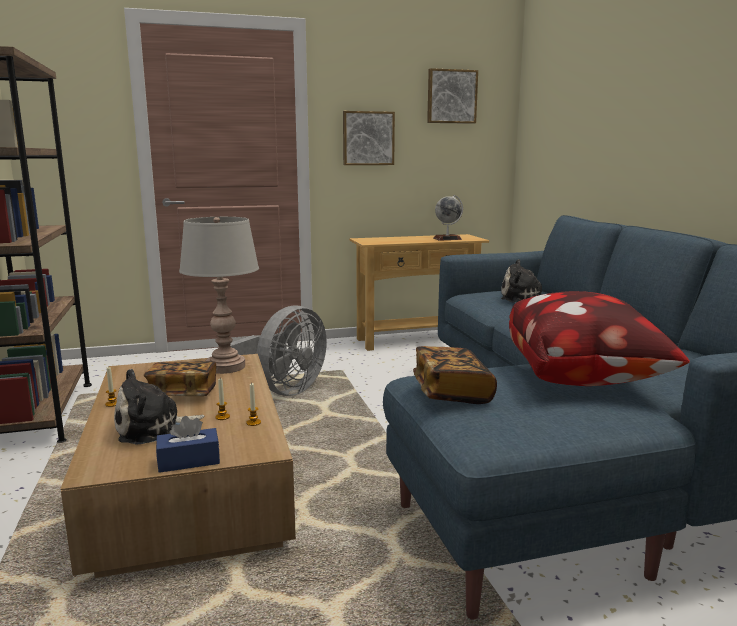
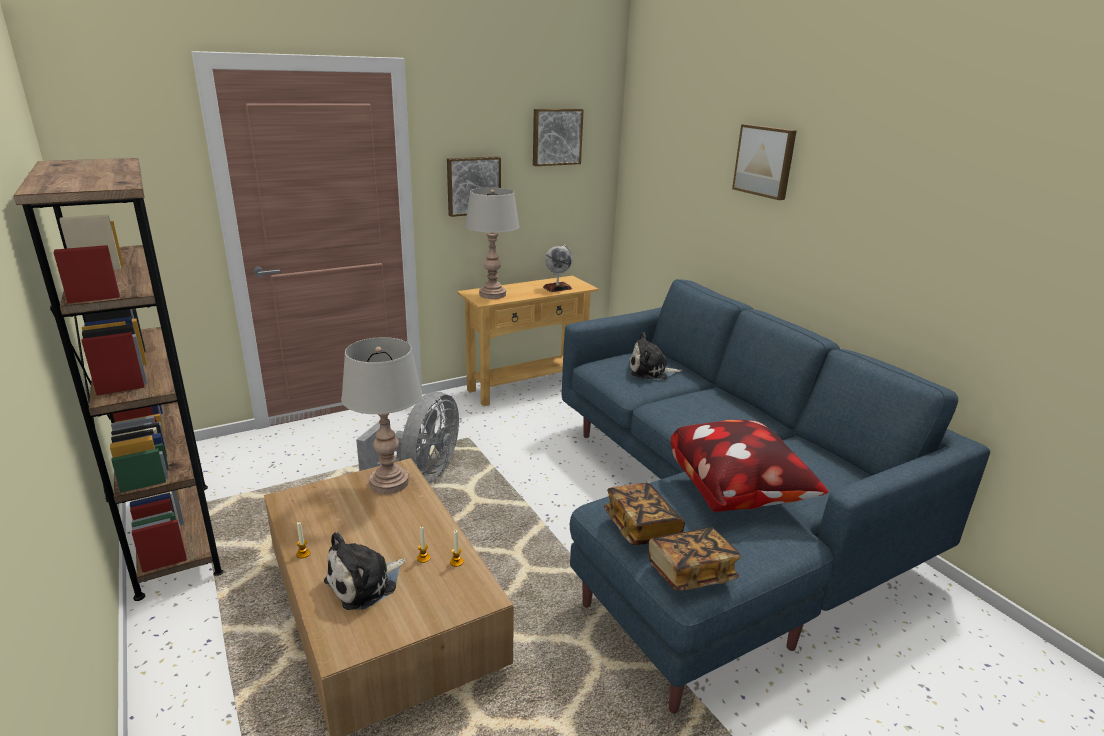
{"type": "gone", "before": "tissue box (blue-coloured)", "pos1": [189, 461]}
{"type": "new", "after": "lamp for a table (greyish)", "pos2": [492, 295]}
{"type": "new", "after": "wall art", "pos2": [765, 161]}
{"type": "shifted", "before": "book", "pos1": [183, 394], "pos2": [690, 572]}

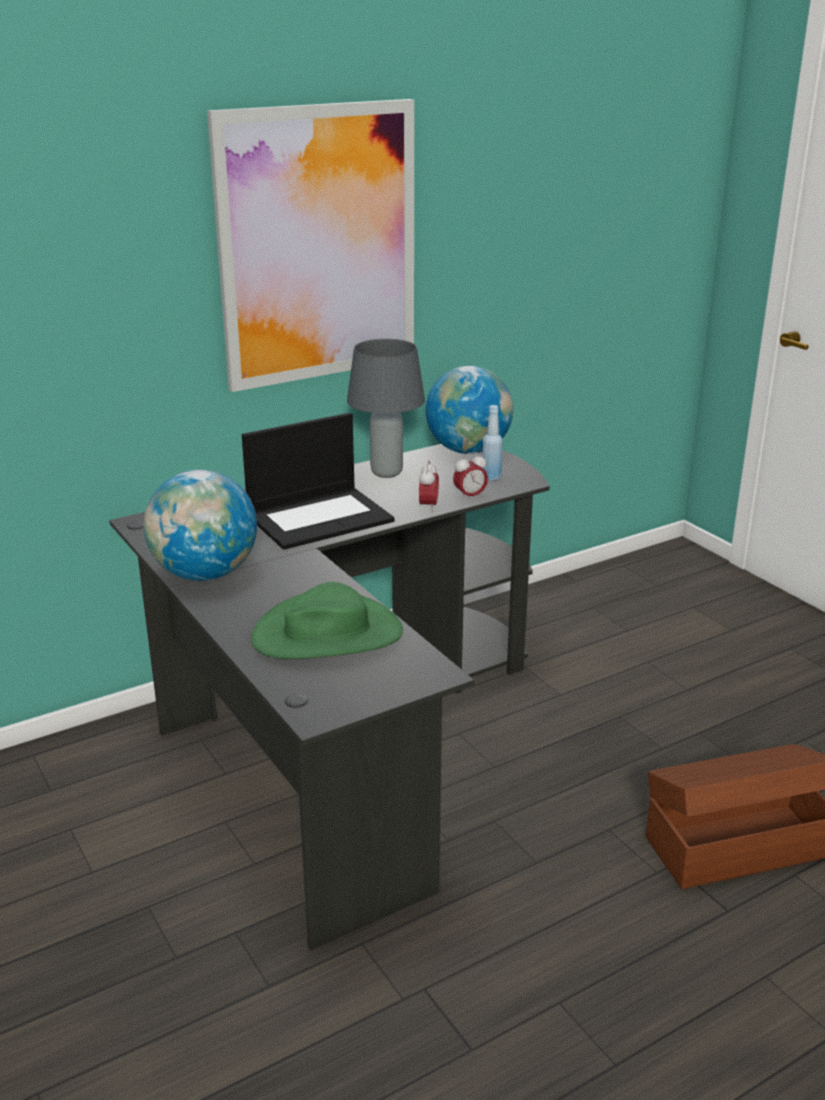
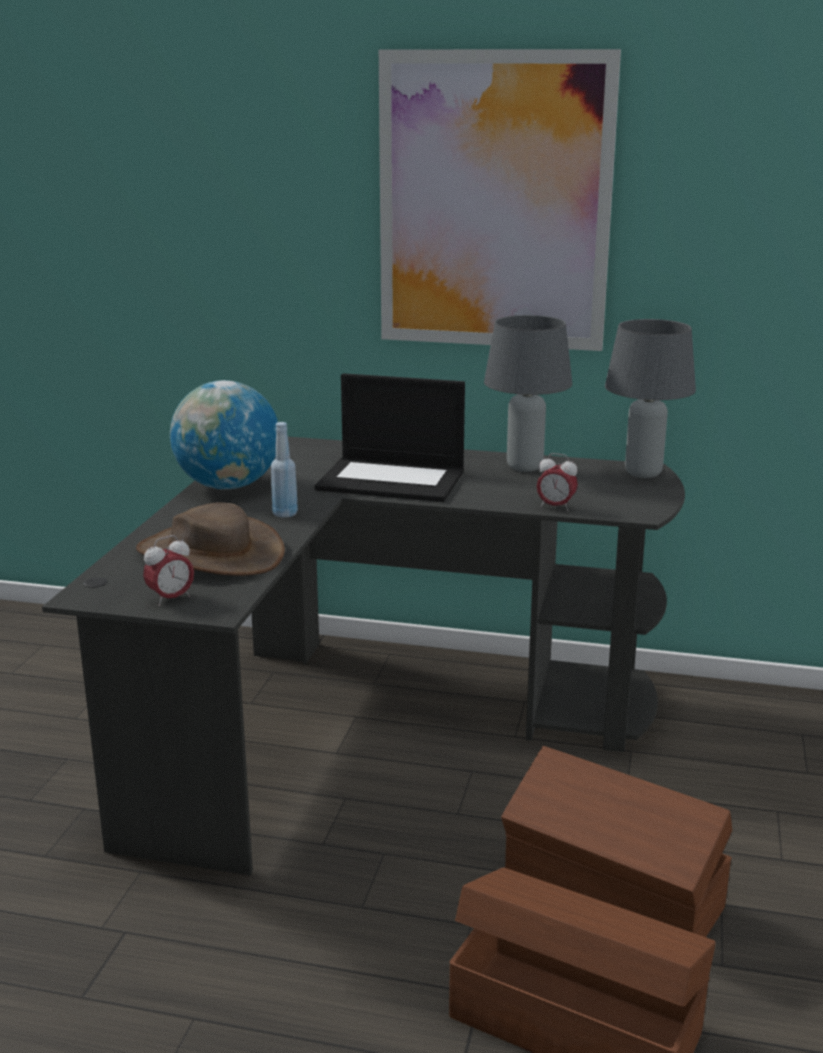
{"type": "new", "after": "storage container (brownish)", "pos2": [613, 898]}
{"type": "shifted", "before": "table clock", "pos1": [428, 507], "pos2": [171, 599]}
{"type": "shifted", "before": "drink bottle (blue-coloured)", "pos1": [491, 478], "pos2": [284, 514]}
{"type": "swapped", "before": "world globe", "after": "lamp for a table (greyish)", "pos1": [468, 450], "pos2": [644, 474]}
{"type": "repainted", "before": "clothing hat (green-coloured)", "after": "clothing hat (brownish)", "pos1": [327, 634], "pos2": [211, 553]}

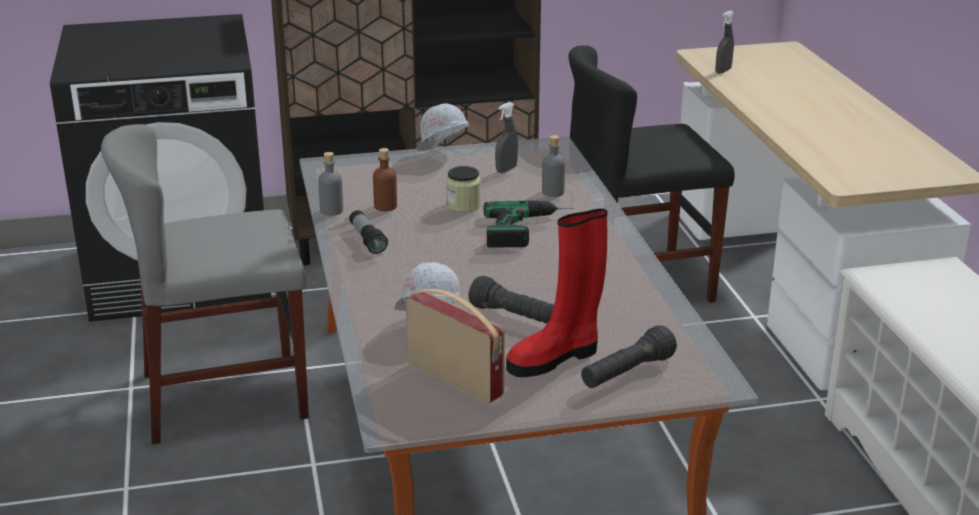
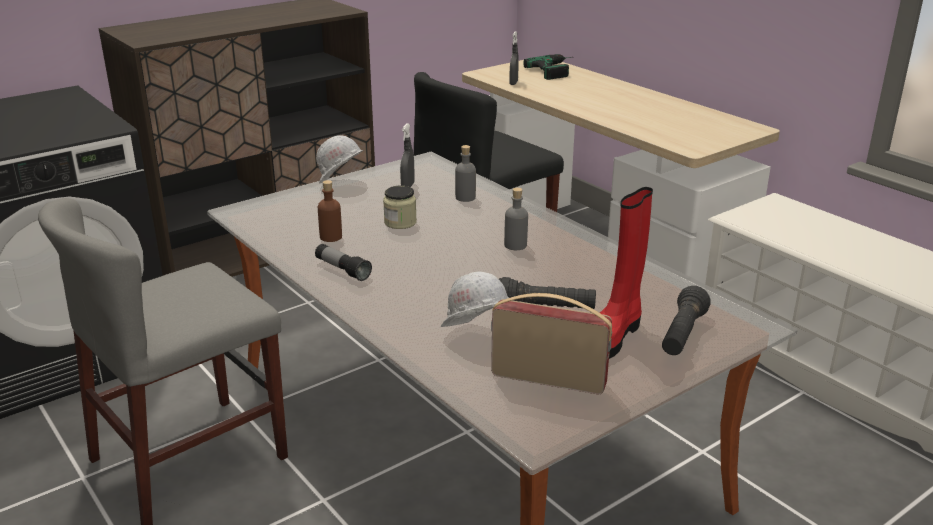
{"type": "shifted", "before": "drink bottle (greyish)", "pos1": [331, 210], "pos2": [515, 245]}
{"type": "shifted", "before": "power drill", "pos1": [530, 229], "pos2": [558, 70]}

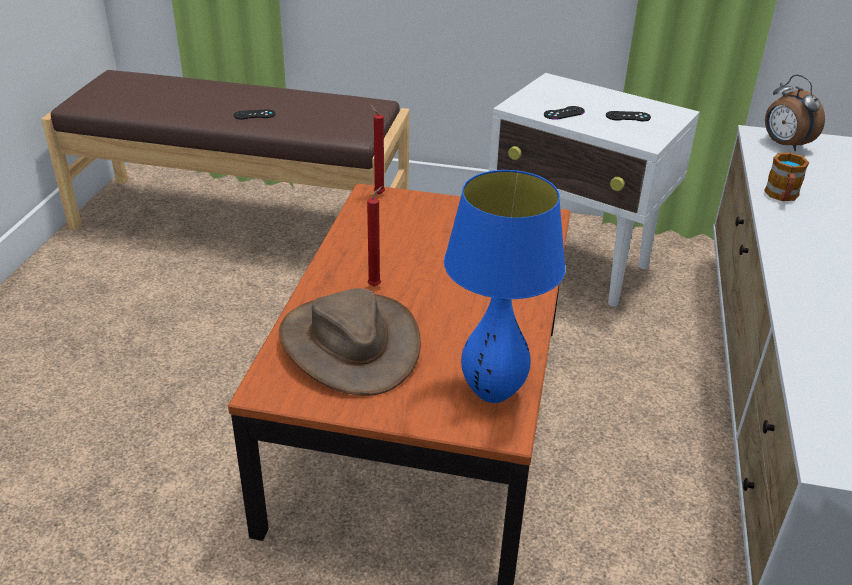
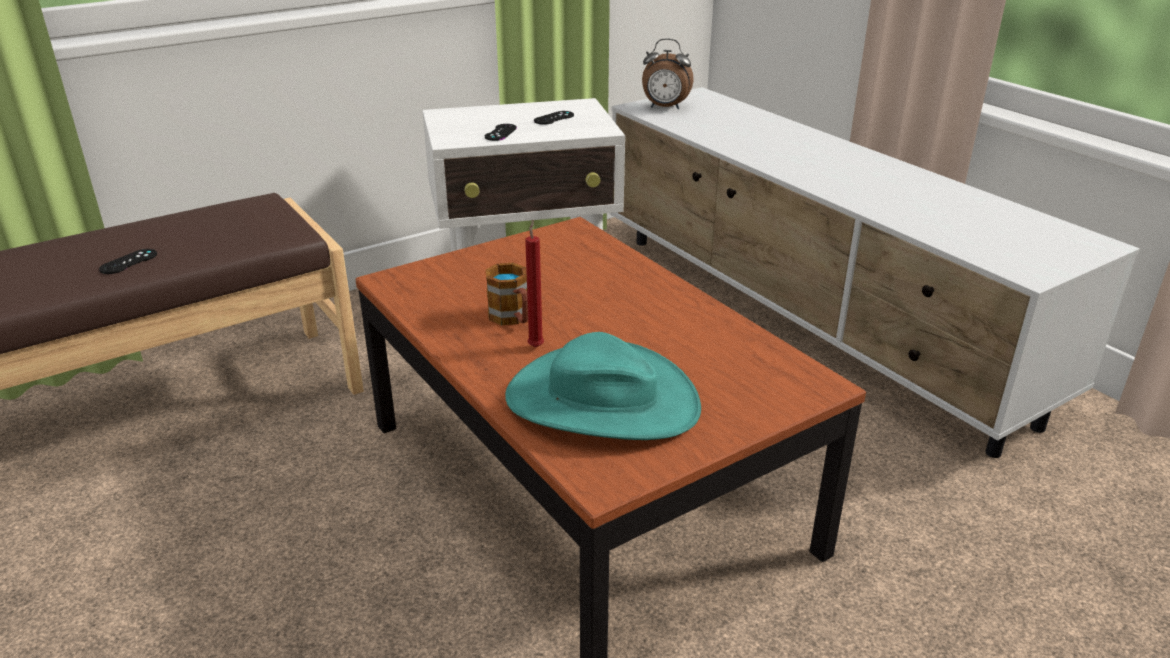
{"type": "gone", "before": "candle (red)", "pos1": [377, 193]}
{"type": "gone", "before": "lamp for a table (blue-coloured)", "pos1": [492, 393]}
{"type": "shifted", "before": "mug", "pos1": [782, 196], "pos2": [512, 319]}
{"type": "repainted", "before": "clothing hat (brownish)", "after": "clothing hat (blue-green)", "pos1": [349, 344], "pos2": [601, 401]}

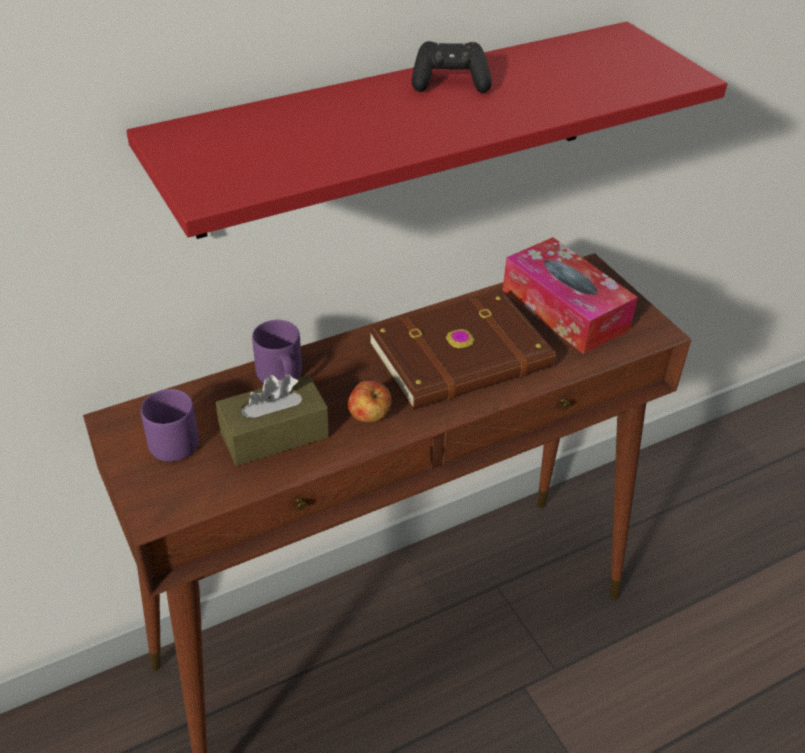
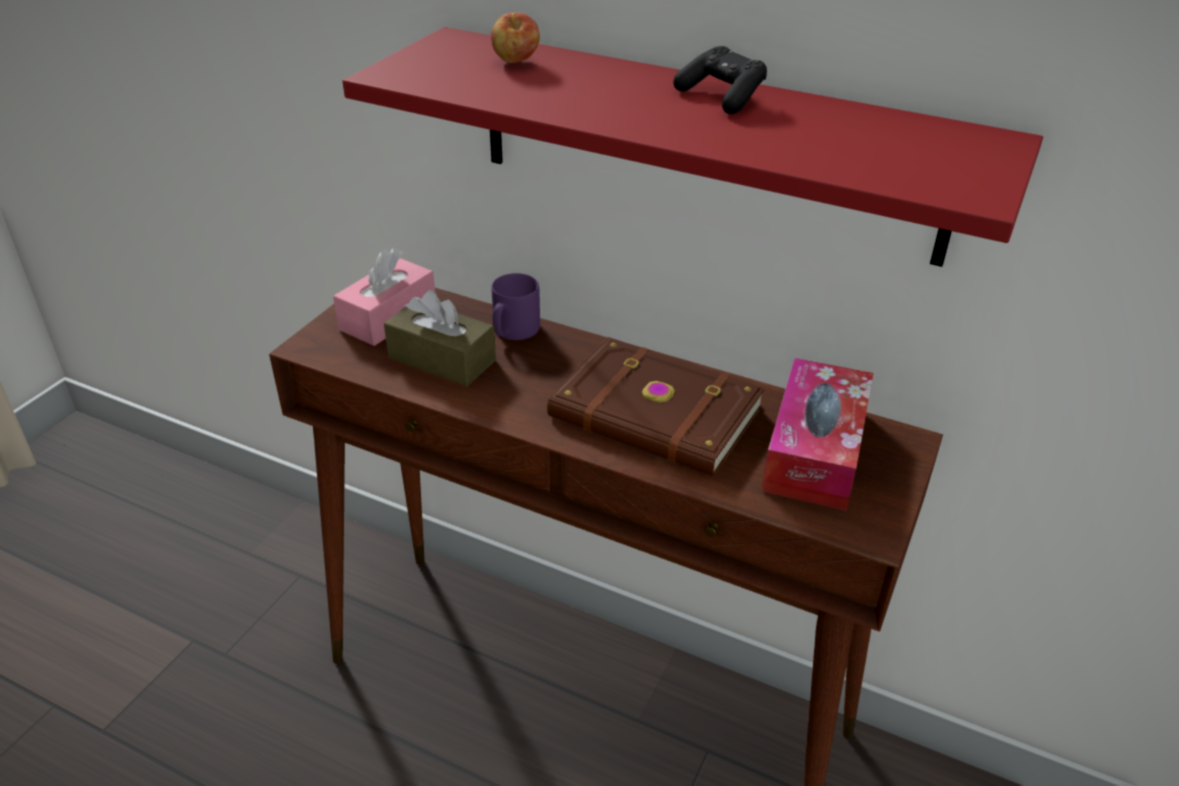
{"type": "shifted", "before": "apple", "pos1": [369, 416], "pos2": [516, 62]}
{"type": "swapped", "before": "mug (purple-coloured)", "after": "tissue box (pinkish)", "pos1": [172, 439], "pos2": [388, 317]}

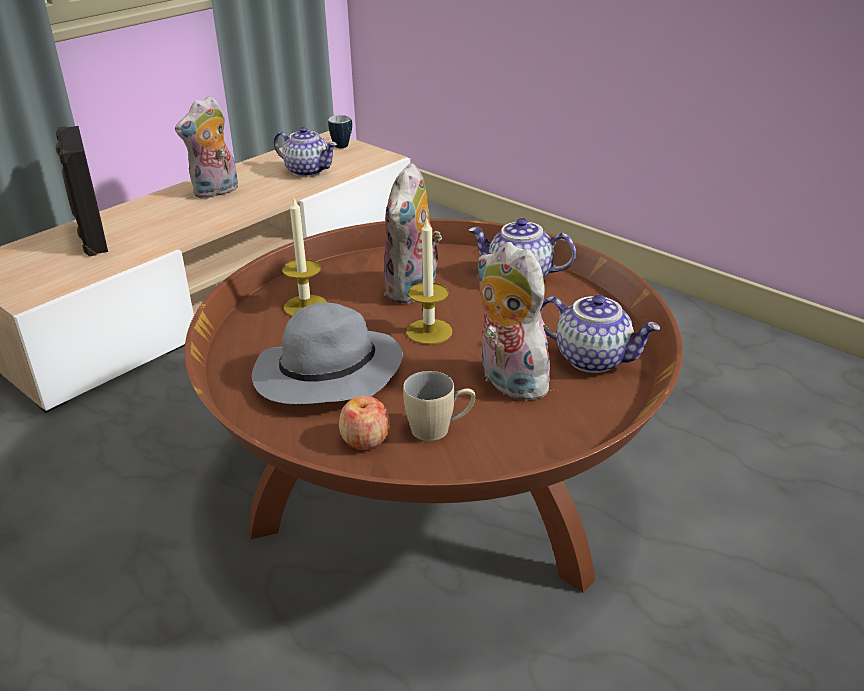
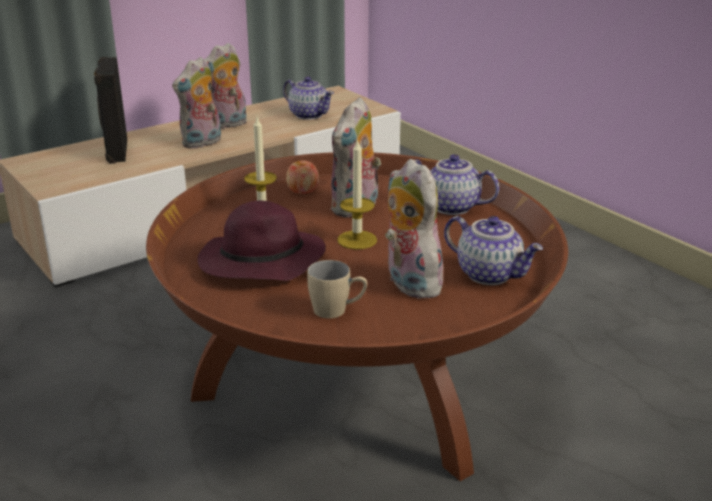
{"type": "gone", "before": "mug", "pos1": [343, 145]}
{"type": "new", "after": "cuddly toy", "pos2": [202, 143]}
{"type": "shifted", "before": "apple", "pos1": [365, 439], "pos2": [302, 190]}
{"type": "repainted", "before": "clothing hat (greyish)", "after": "clothing hat (purple-coloured)", "pos1": [326, 376], "pos2": [260, 263]}

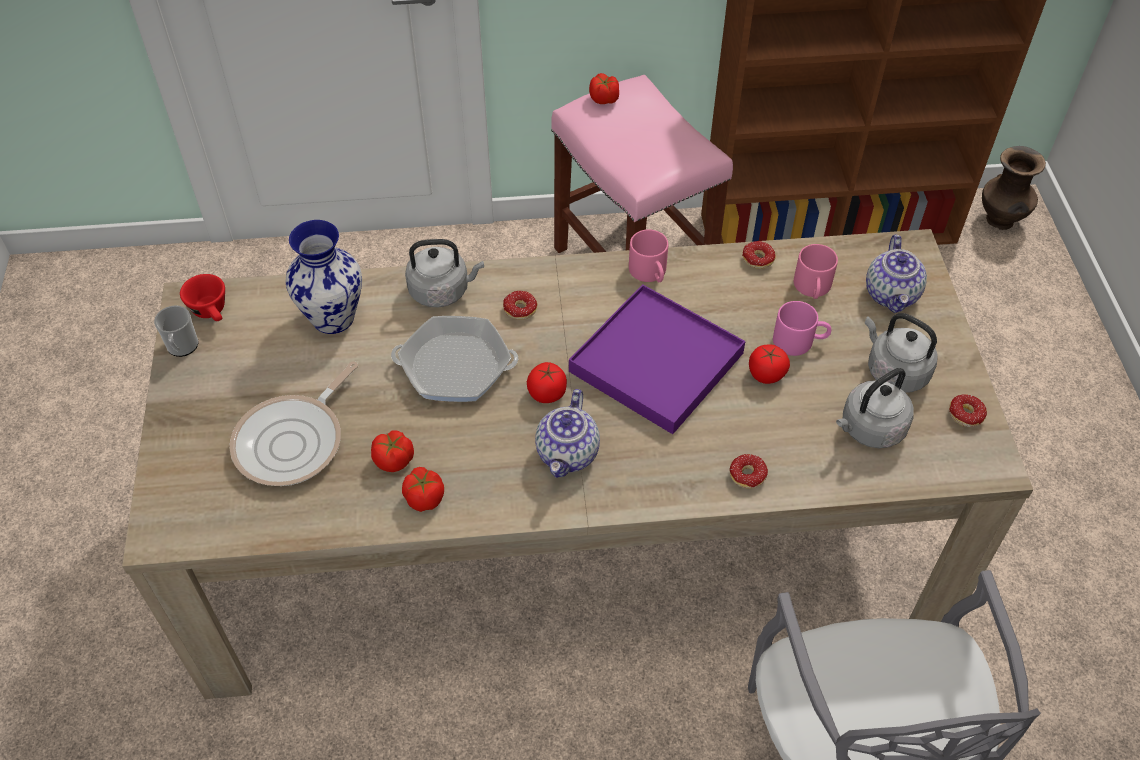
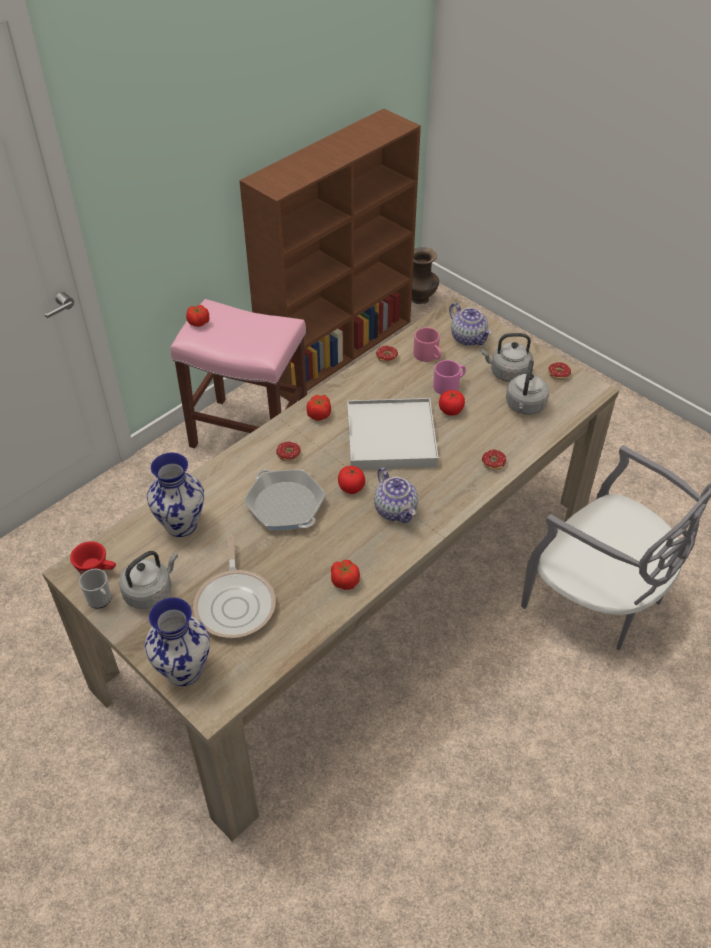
{"type": "gone", "before": "mug (pinkish)", "pos1": [650, 273]}
{"type": "new", "after": "flower vase", "pos2": [184, 669]}
{"type": "shifted", "before": "whole tomato", "pos1": [394, 460], "pos2": [319, 415]}
{"type": "shifted", "before": "kettle (greyish)", "pos1": [442, 291], "pos2": [151, 592]}
{"type": "repainted", "before": "tray (purple-coloured)", "after": "tray (white)", "pos1": [657, 362], "pos2": [391, 437]}
{"type": "rotated", "before": "frying pan", "pos1": [455, 366], "pos2": [285, 505], "turn": -90}

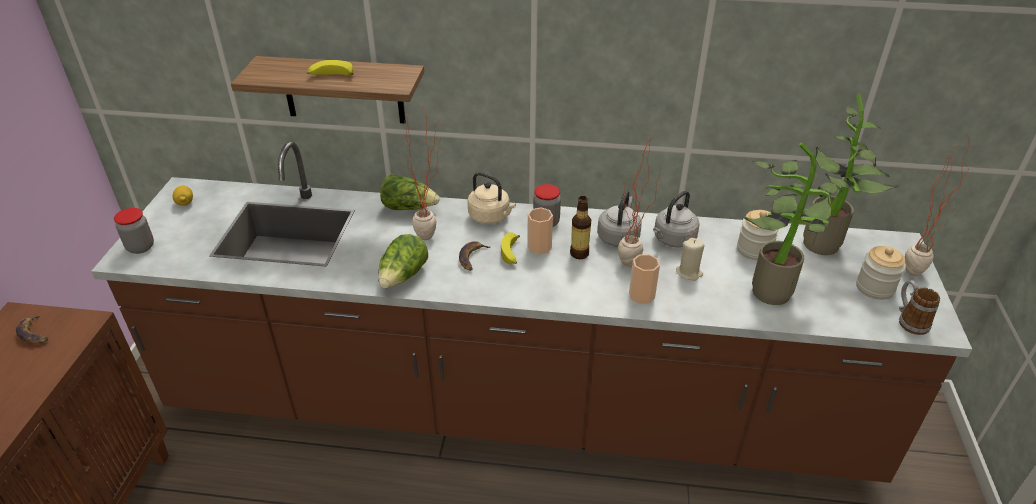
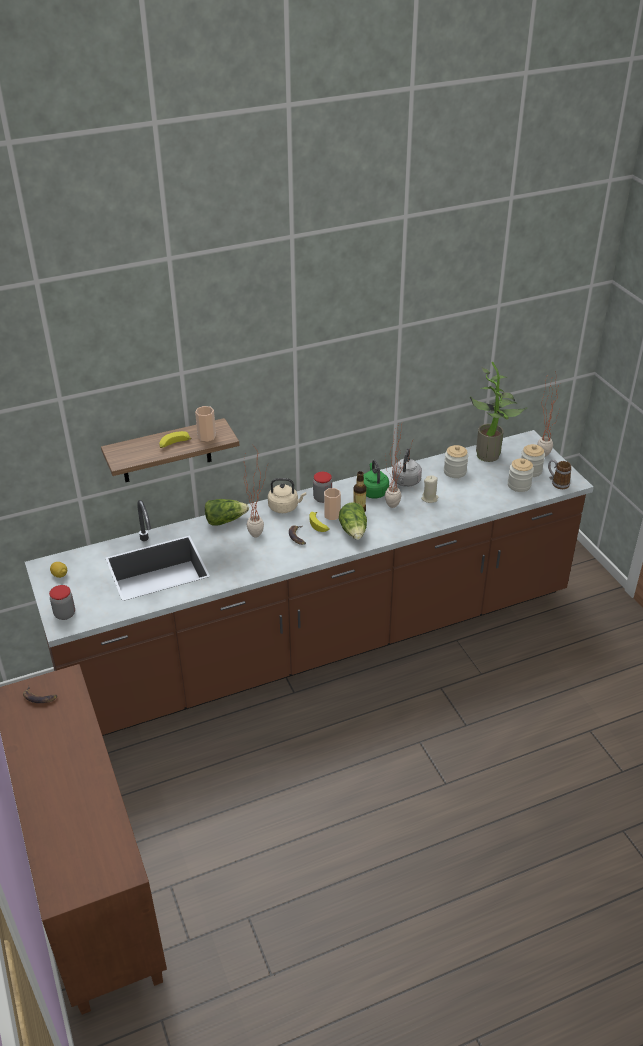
{"type": "gone", "before": "houseplant", "pos1": [772, 288]}
{"type": "new", "after": "storage jar", "pos2": [519, 485]}
{"type": "shifted", "before": "lettuce", "pos1": [403, 276], "pos2": [354, 531]}
{"type": "shifted", "before": "cup", "pos1": [641, 295], "pos2": [206, 436]}
{"type": "repainted", "before": "kettle (greyish)", "after": "kettle (green-coloured)", "pos1": [618, 236], "pos2": [373, 491]}

